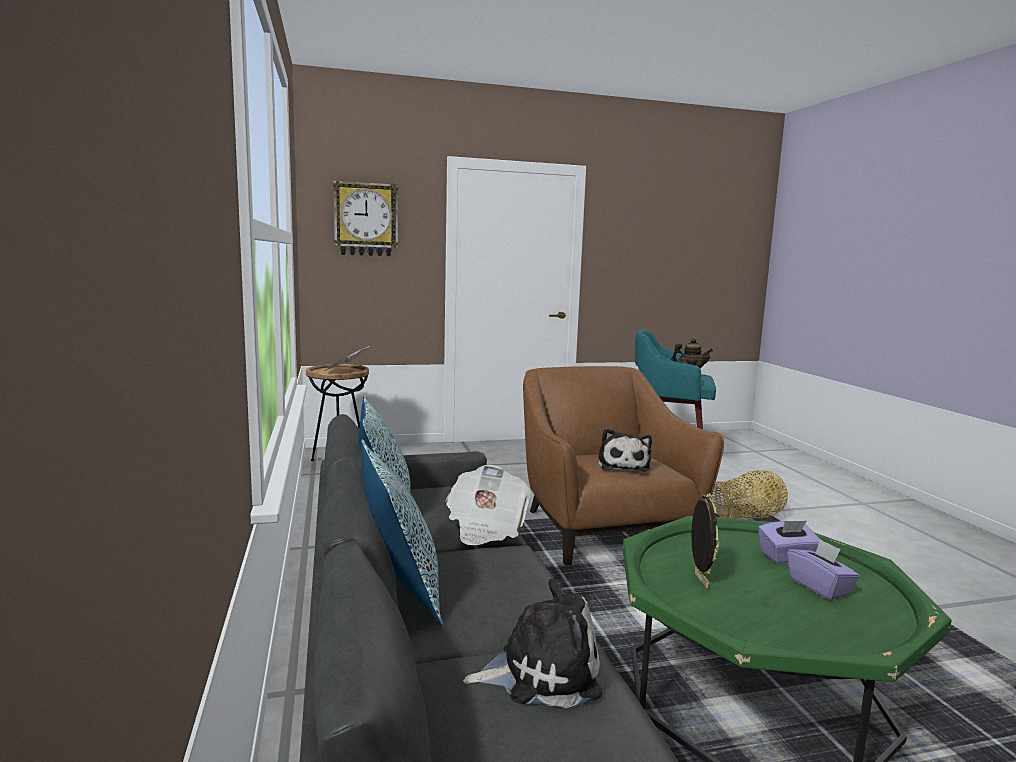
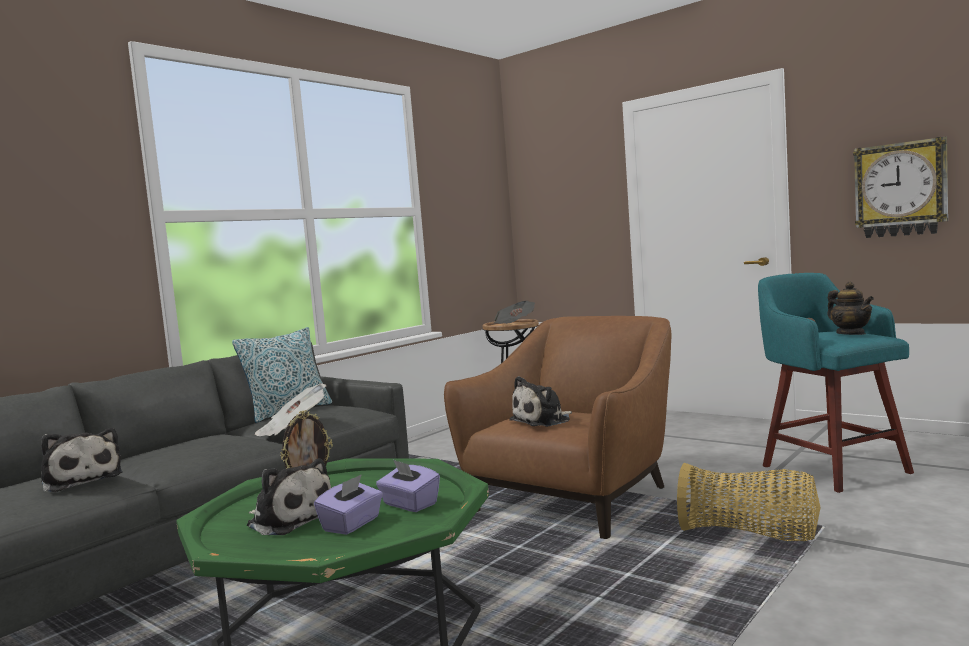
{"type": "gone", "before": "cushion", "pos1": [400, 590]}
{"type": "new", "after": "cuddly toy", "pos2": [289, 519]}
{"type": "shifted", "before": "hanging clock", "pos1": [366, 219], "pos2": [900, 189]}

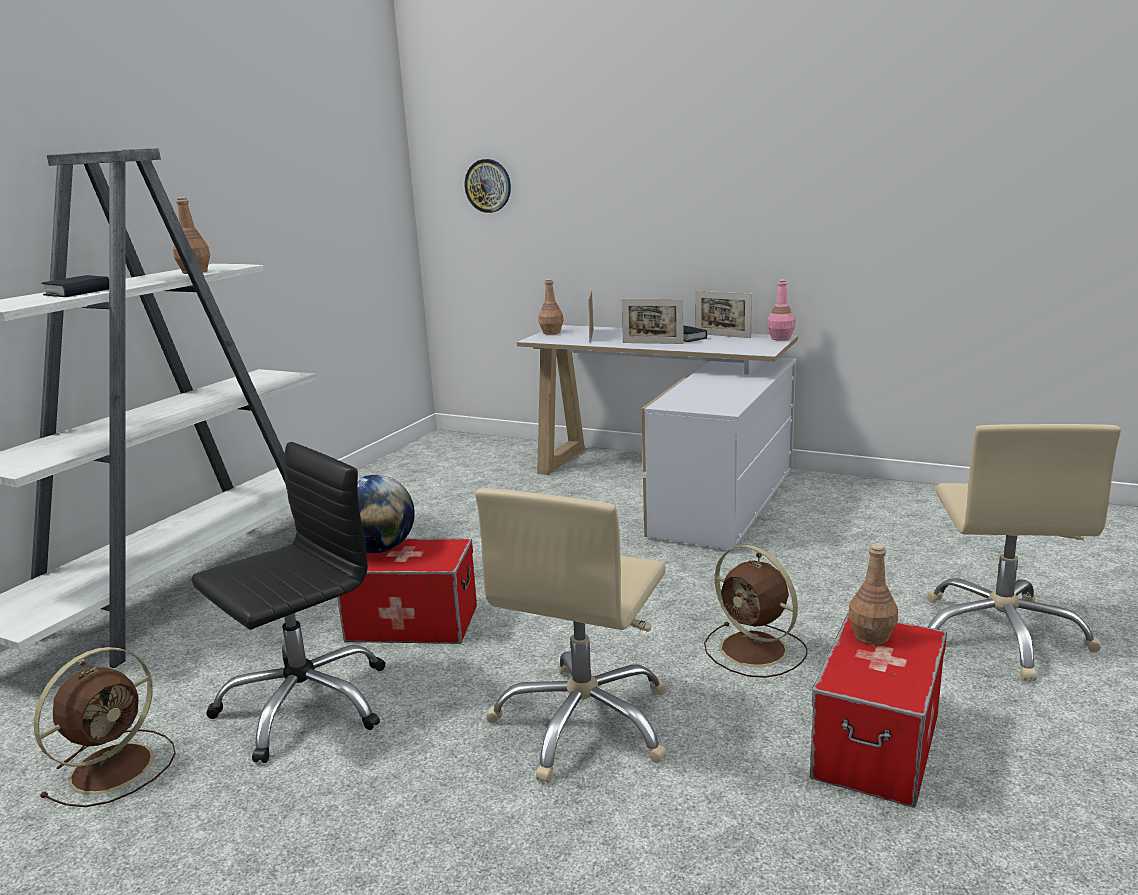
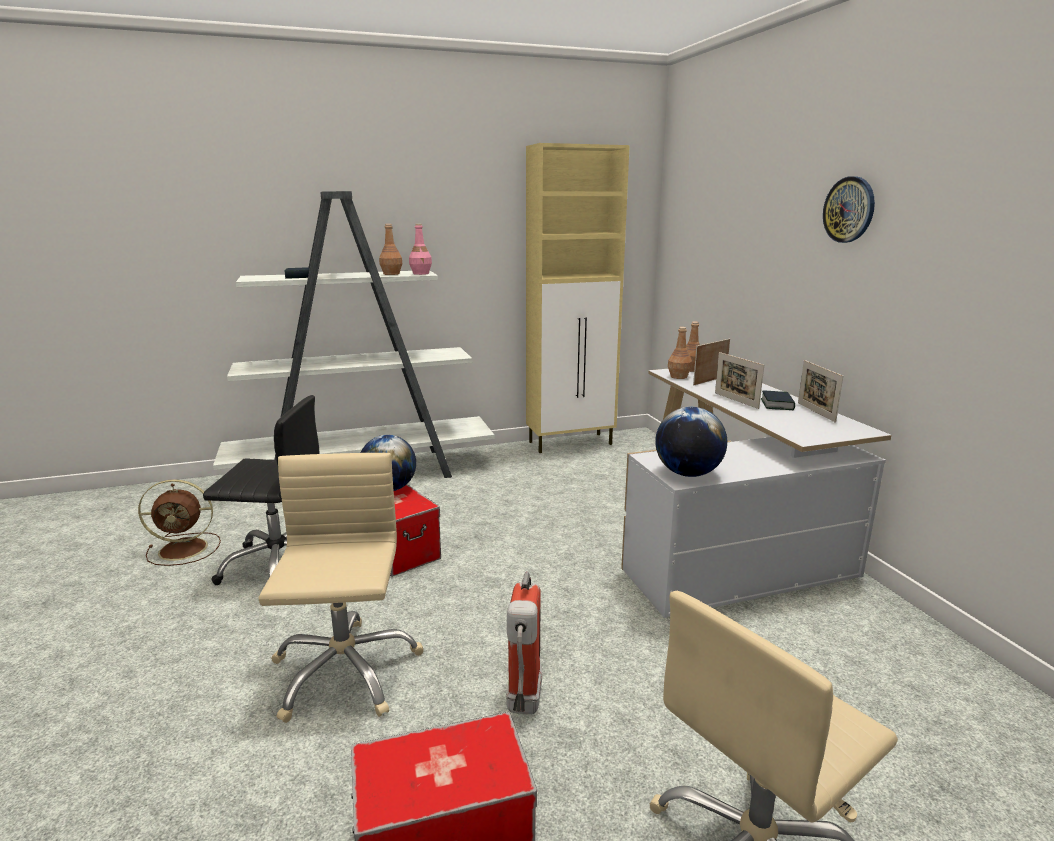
{"type": "new", "after": "cabinet (beige-coloured)", "pos2": [571, 443]}
{"type": "new", "after": "world globe", "pos2": [688, 474]}
{"type": "shifted", "before": "hanging clock", "pos1": [488, 186], "pos2": [849, 209]}
{"type": "shifted", "before": "drink bottle (pinkish)", "pos1": [780, 338], "pos2": [421, 273]}
{"type": "shifted", "before": "drink bottle (brownish)", "pos1": [871, 636], "pos2": [679, 377]}
{"type": "swapped", "before": "electric fan (brownish)", "after": "fire extinguisher", "pos1": [756, 650], "pos2": [523, 705]}
{"type": "rotated", "before": "computer chair (beige-coloured)", "pos1": [584, 723], "pos2": [344, 671], "turn": 105}

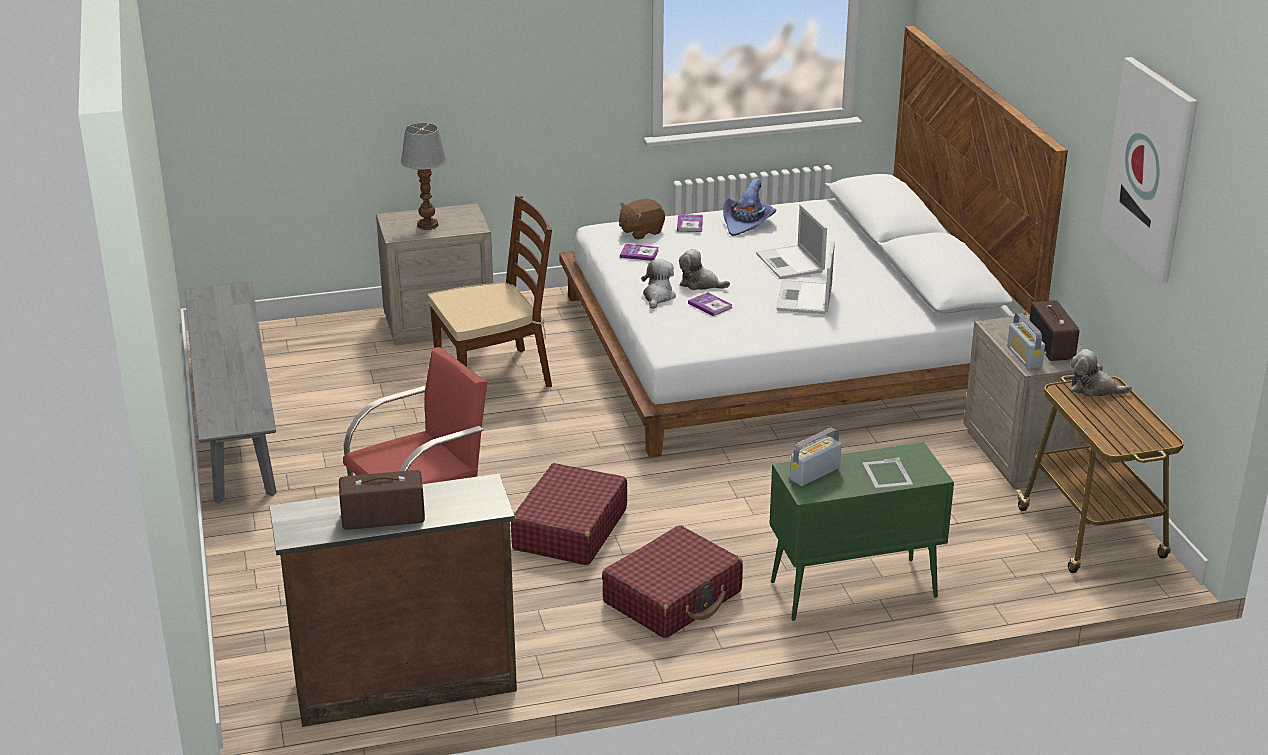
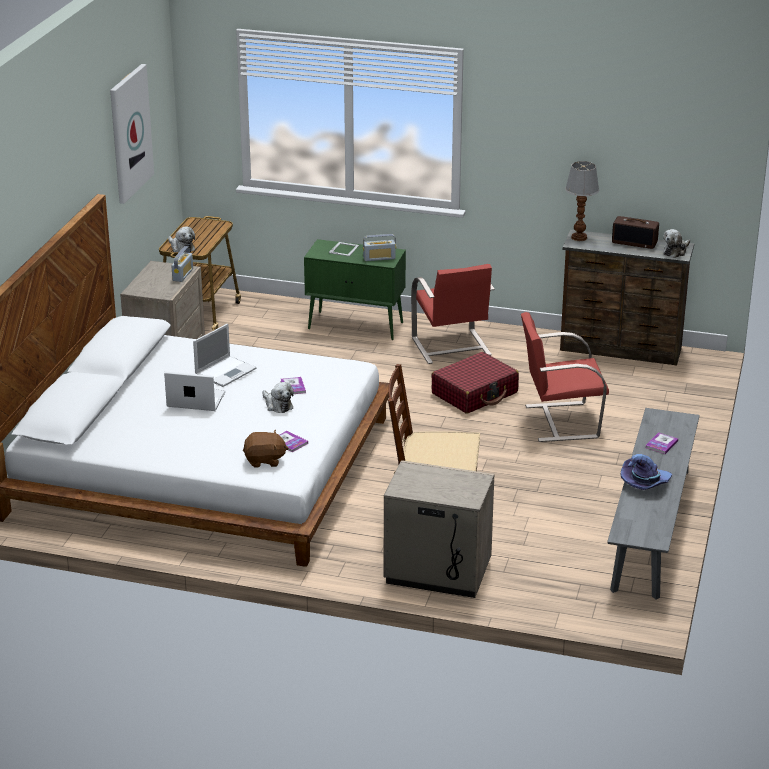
{"type": "gone", "before": "radio set", "pos1": [1052, 345]}
{"type": "shifted", "before": "lamp for a table", "pos1": [427, 225], "pos2": [579, 237]}
{"type": "shifted", "before": "cuddly toy", "pos1": [658, 297], "pos2": [675, 251]}
{"type": "shifted", "before": "book", "pos1": [690, 224], "pos2": [661, 444]}
{"type": "shifted", "before": "clothing hat (purple-coloured)", "pos1": [747, 223], "pos2": [645, 483]}
{"type": "swapped", "before": "piece of luggage (red)", "after": "plain chair (red)", "pos1": [673, 597], "pos2": [451, 347]}
{"type": "rotated", "before": "notebook computer", "pos1": [791, 263], "pos2": [194, 400], "turn": -90}

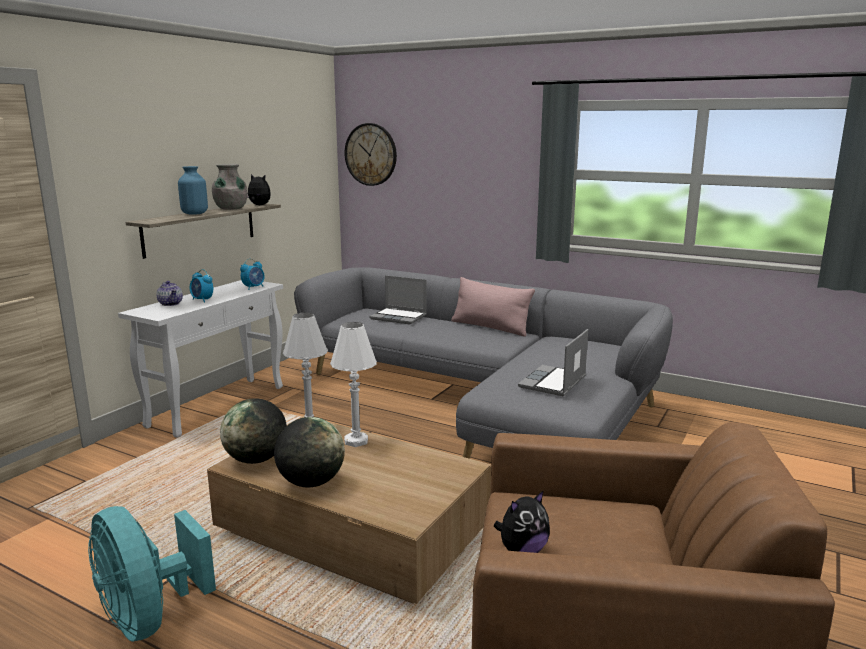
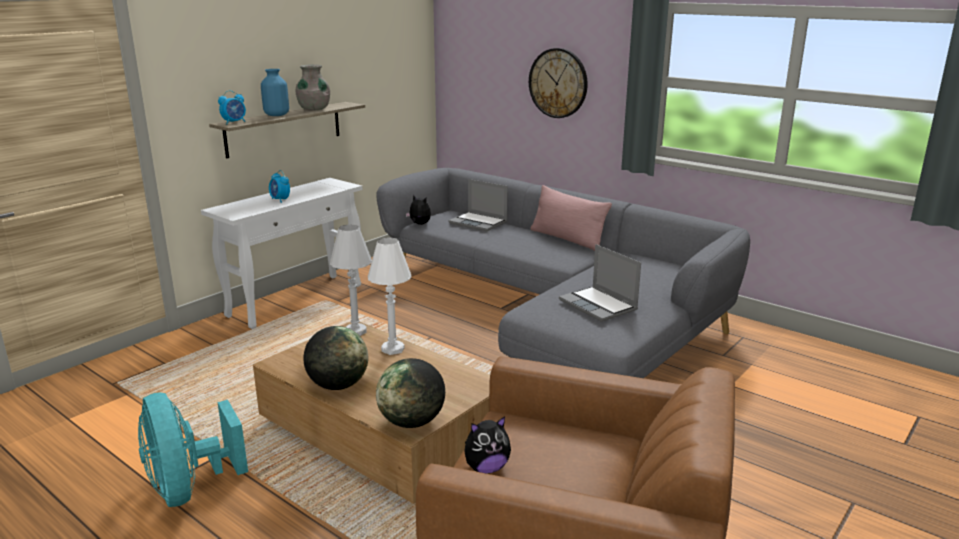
{"type": "gone", "before": "teapot", "pos1": [171, 304]}
{"type": "shifted", "before": "world globe", "pos1": [256, 460], "pos2": [412, 422]}
{"type": "shifted", "before": "table clock", "pos1": [254, 287], "pos2": [234, 122]}
{"type": "shifted", "before": "cuddly toy", "pos1": [258, 205], "pos2": [419, 224]}
{"type": "shifted", "before": "hanging clock", "pos1": [371, 154], "pos2": [558, 83]}
{"type": "rotated", "before": "notebook computer", "pos1": [553, 383], "pos2": [599, 305], "turn": -75}

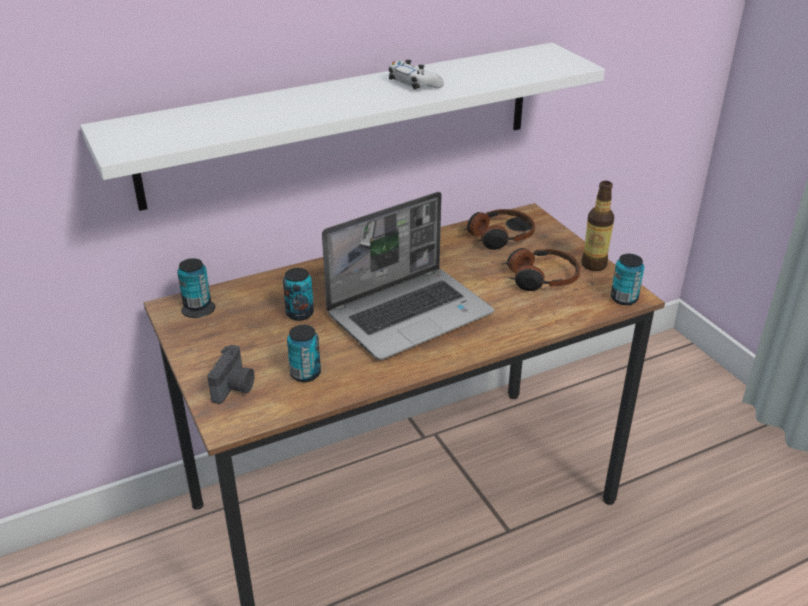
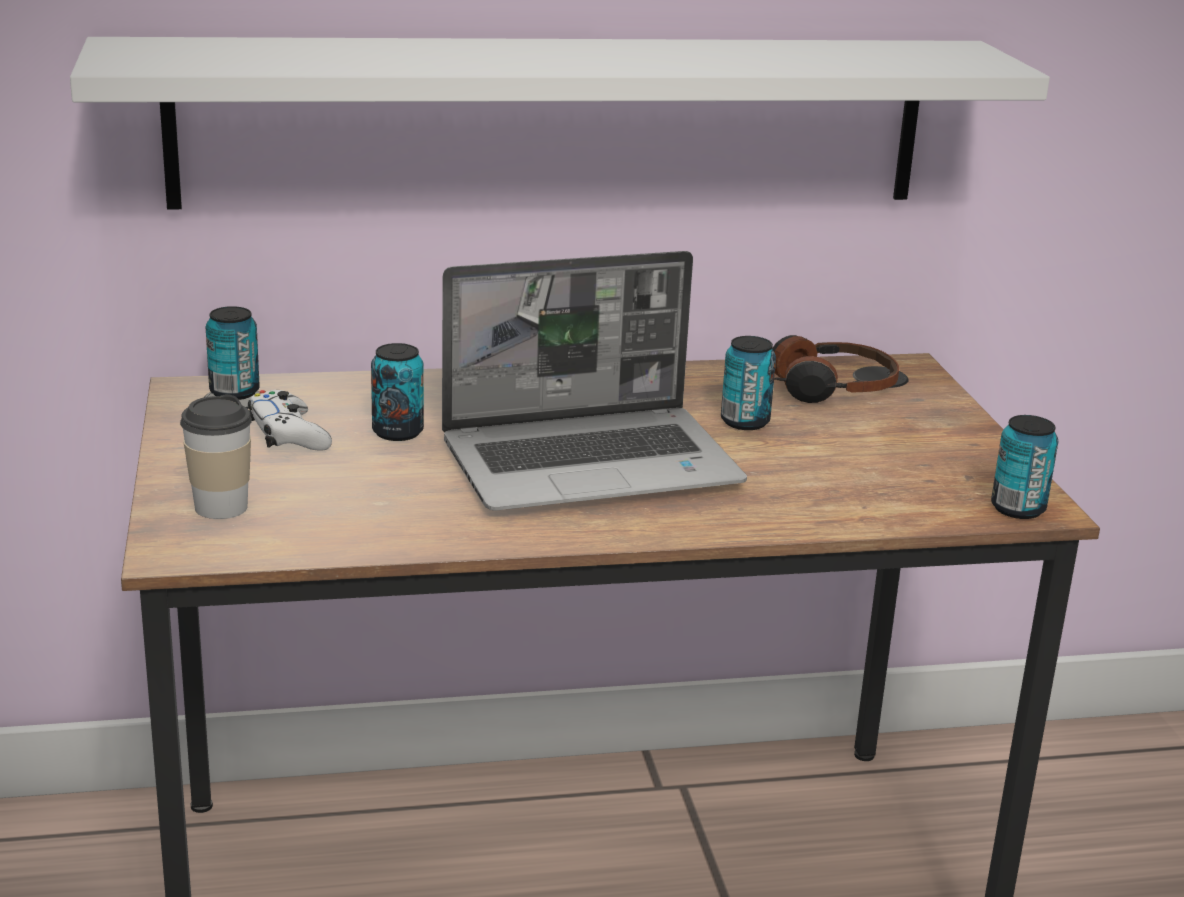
{"type": "gone", "before": "pair of headphones", "pos1": [540, 278]}
{"type": "gone", "before": "drink bottle", "pos1": [594, 265]}
{"type": "shifted", "before": "can", "pos1": [305, 374], "pos2": [745, 422]}
{"type": "shifted", "before": "game controller (white)", "pos1": [414, 83], "pos2": [288, 434]}
{"type": "swapped", "before": "photo camera", "after": "cup", "pos1": [235, 388], "pos2": [221, 507]}

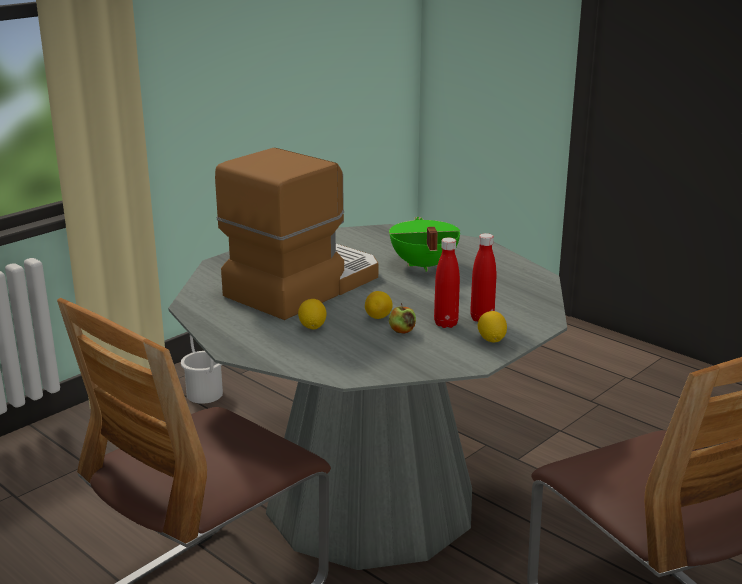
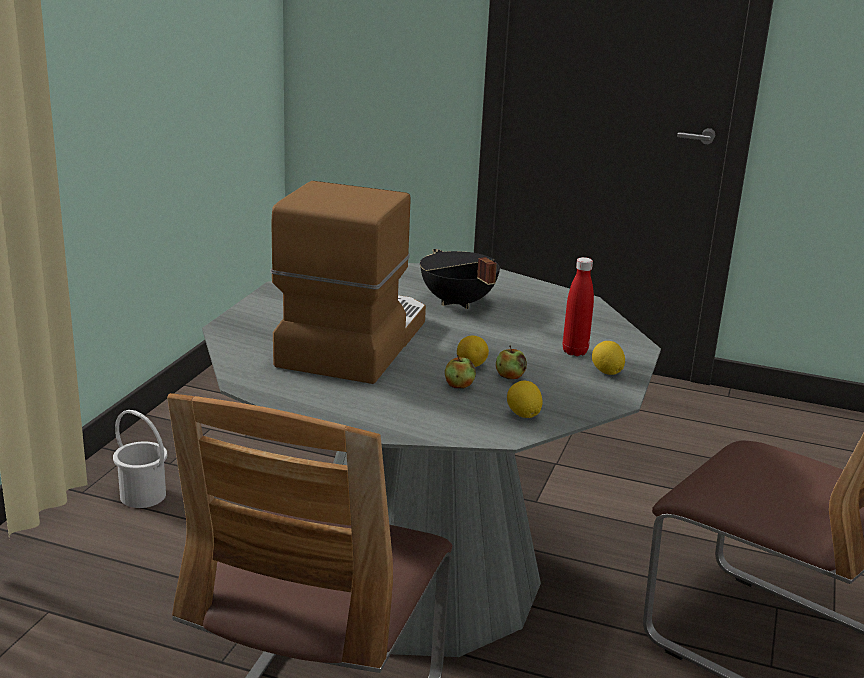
{"type": "gone", "before": "drink bottle (red)", "pos1": [446, 324]}
{"type": "new", "after": "apple", "pos2": [459, 385]}
{"type": "shifted", "before": "whole lemon", "pos1": [312, 327], "pos2": [523, 415]}
{"type": "repainted", "before": "stockpot (green-coloured)", "after": "stockpot (black)", "pos1": [422, 265], "pos2": [456, 303]}

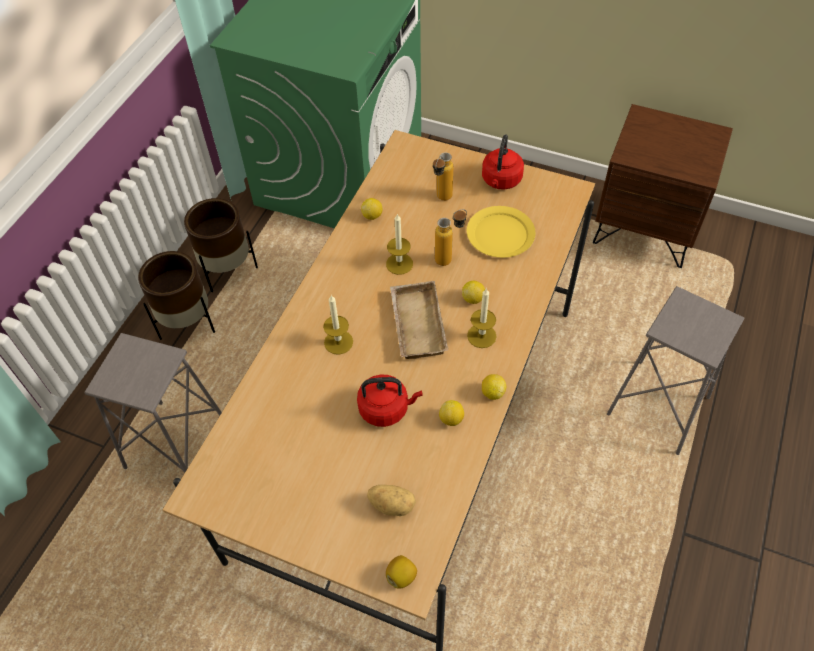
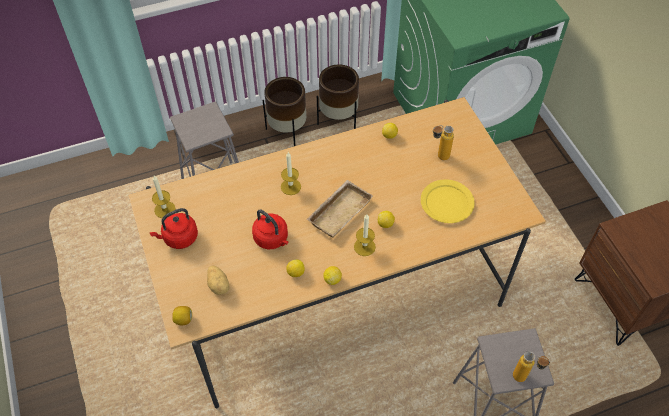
{"type": "shifted", "before": "candle", "pos1": [399, 264], "pos2": [165, 209]}
{"type": "shifted", "before": "drink bottle", "pos1": [450, 258], "pos2": [525, 378]}
{"type": "shifted", "before": "kettle (red)", "pos1": [501, 181], "pos2": [179, 238]}

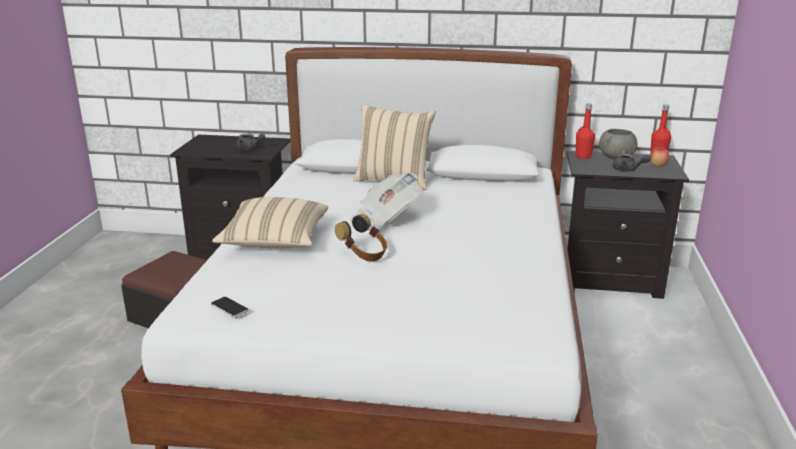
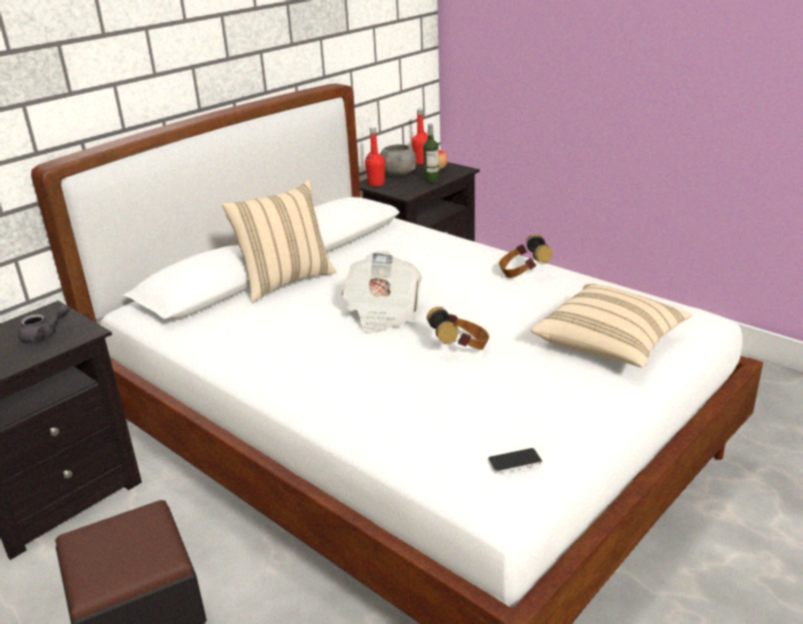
{"type": "new", "after": "pair of headphones", "pos2": [523, 273]}
{"type": "shifted", "before": "cushion (beige-coloured)", "pos1": [274, 241], "pos2": [609, 344]}
{"type": "swapped", "before": "teapot (greyish)", "after": "drink bottle", "pos1": [627, 170], "pos2": [431, 180]}

